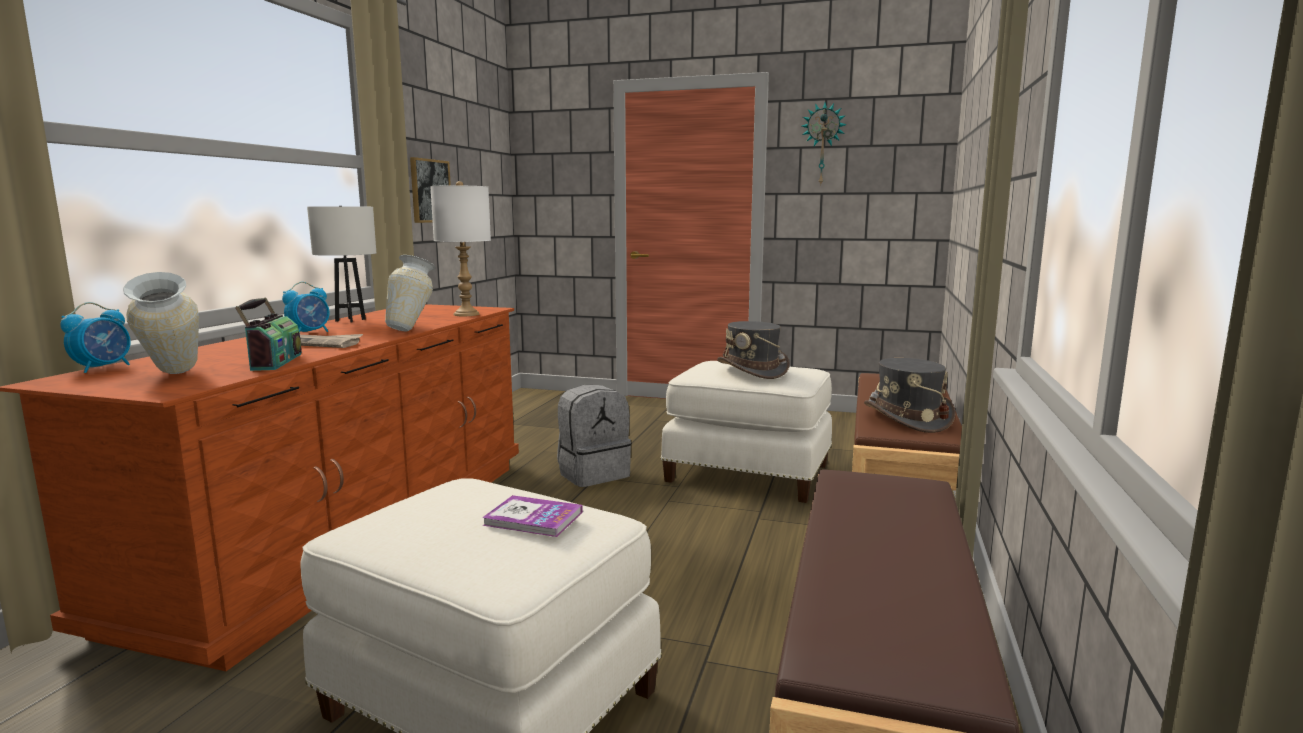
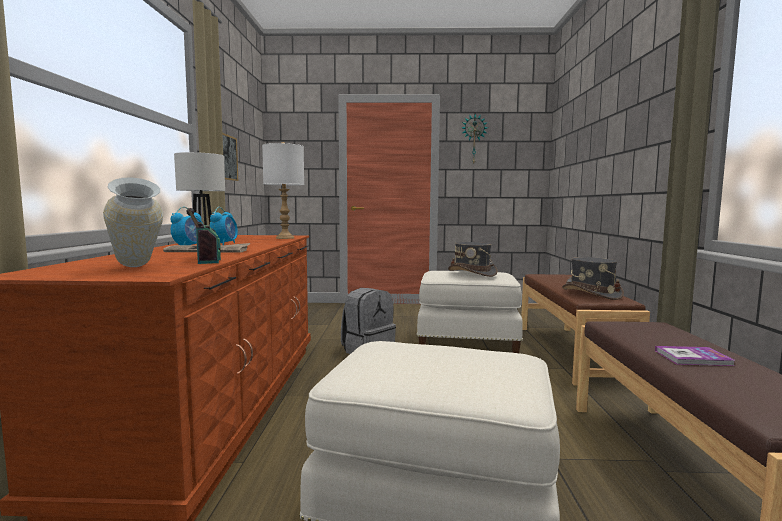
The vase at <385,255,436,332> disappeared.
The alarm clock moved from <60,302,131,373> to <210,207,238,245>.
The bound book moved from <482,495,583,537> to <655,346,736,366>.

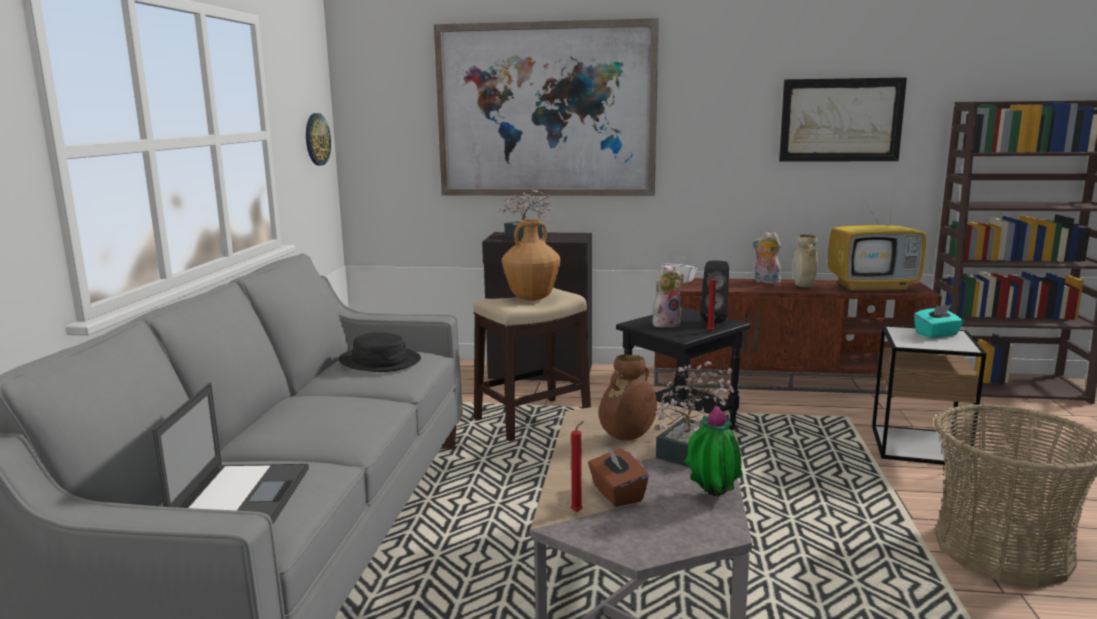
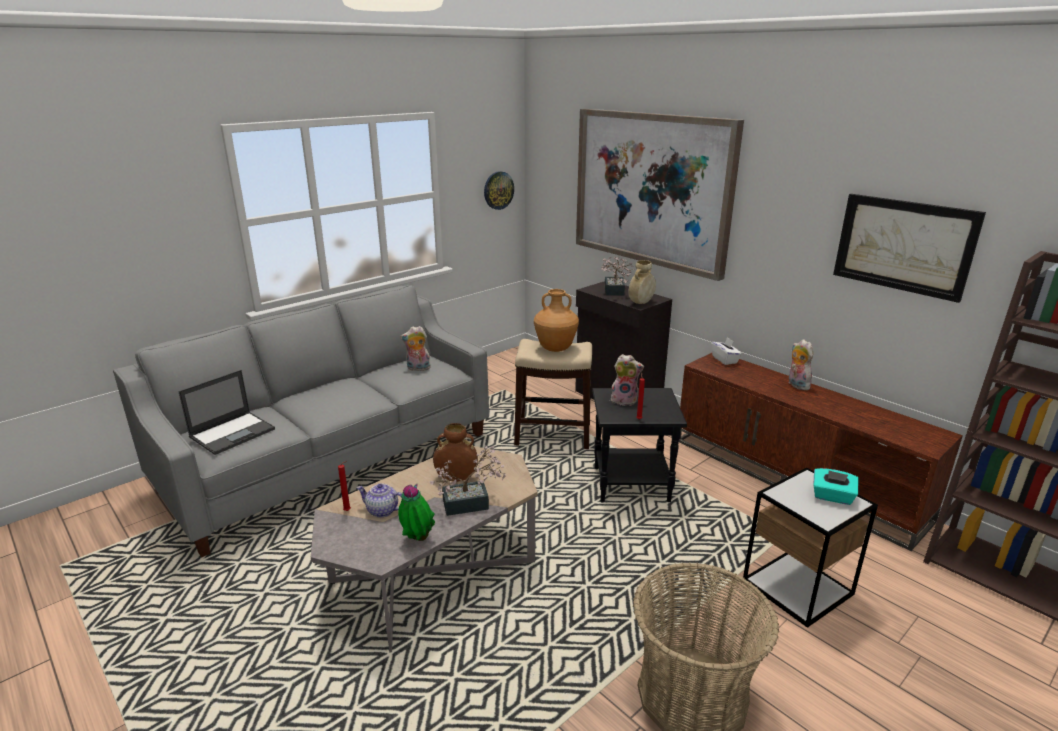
The black loudspeaker at <701,260,729,323> disappeared.
The TV set at <828,188,926,293> disappeared.
The beige-coloured vase moved from <793,234,818,287> to <628,260,656,304>.
The black hat at <338,332,421,372> was replaced by the plush toy at <400,326,431,371>.
The brownish tissue holder at <588,446,649,507> was replaced by the tea pot at <356,483,402,518>.

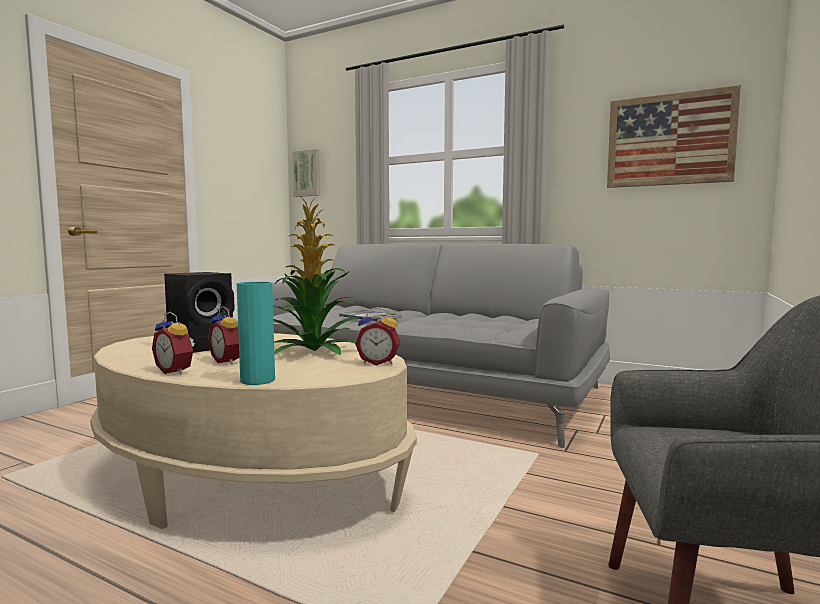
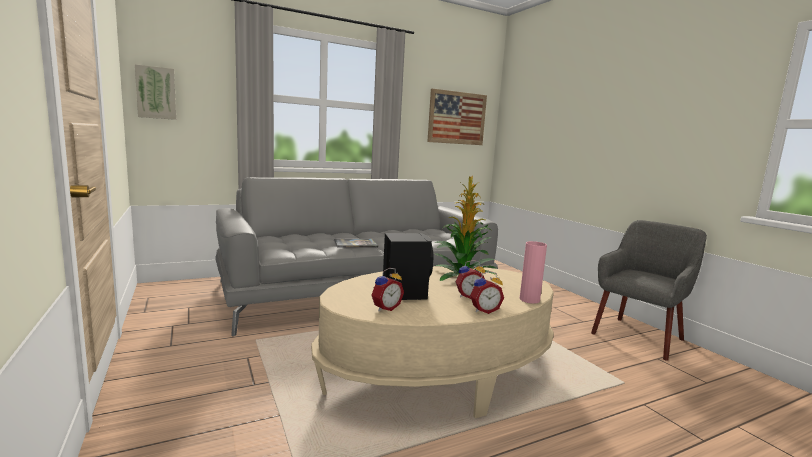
The alarm clock moved from <355,307,400,366> to <371,268,404,312>.
The blue-green vase at <237,282,275,385> became the pink-coloured vase at <520,241,547,304>.

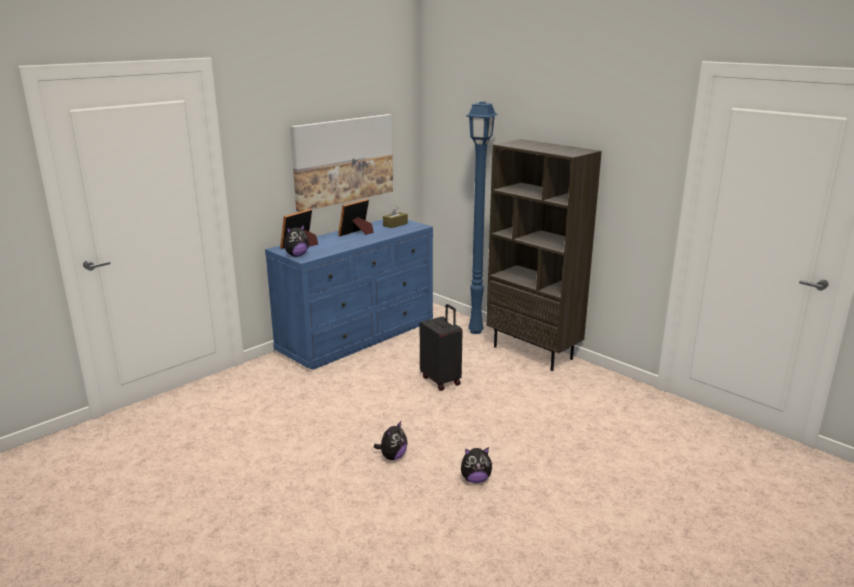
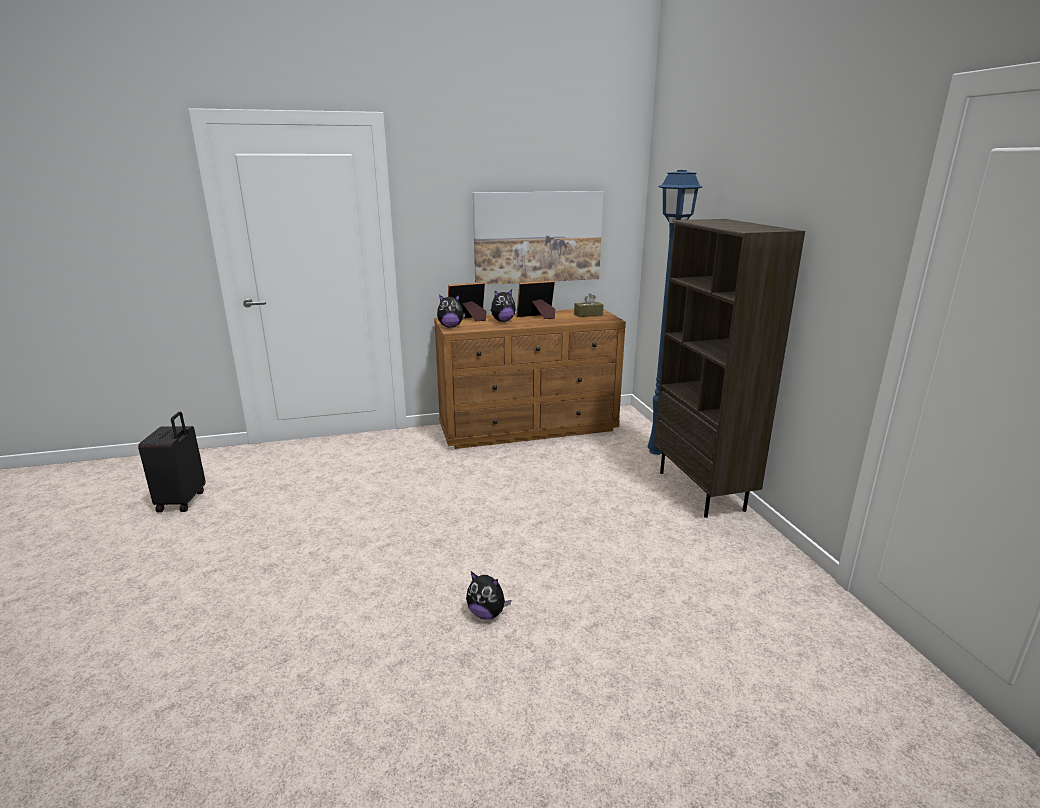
The plush toy moved from <374,421,408,460> to <491,289,516,322>.
The black suitcase moved from <420,304,463,391> to <138,412,206,512>.
The bluish drawer chest at <265,219,433,370> became the brownish drawer chest at <434,309,626,449>.

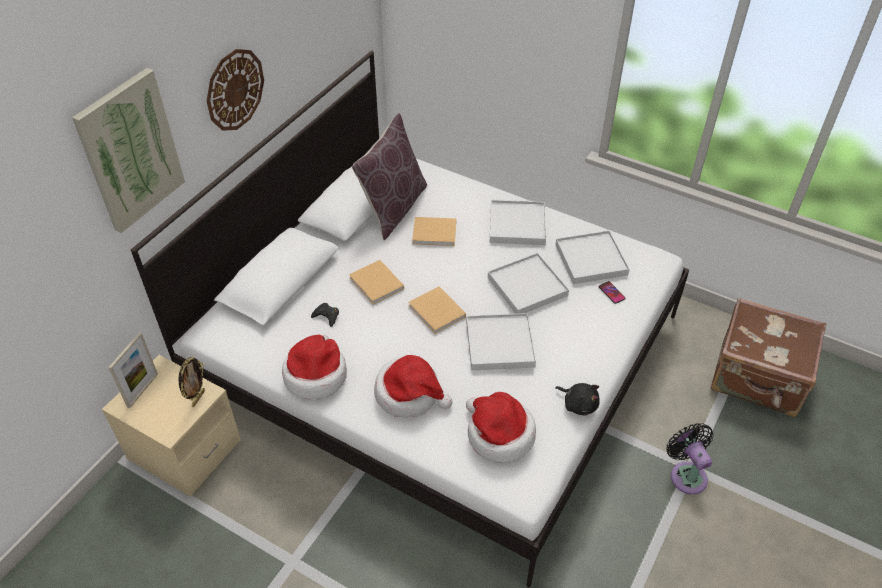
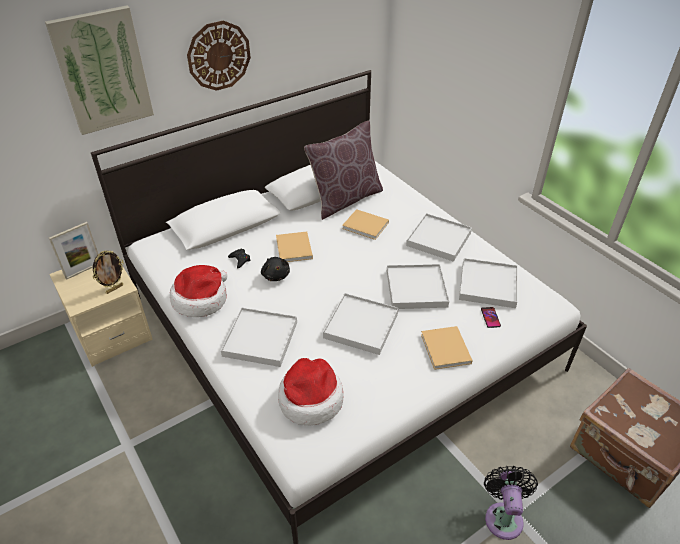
The beige-coloured bound book moved from <408,286,466,334> to <421,326,473,370>.
The black plush toy moved from <556,383,600,416> to <261,257,290,281>.
The hat at <374,355,453,418> was replaced by the white-coloured serving tray at <221,307,297,367>.

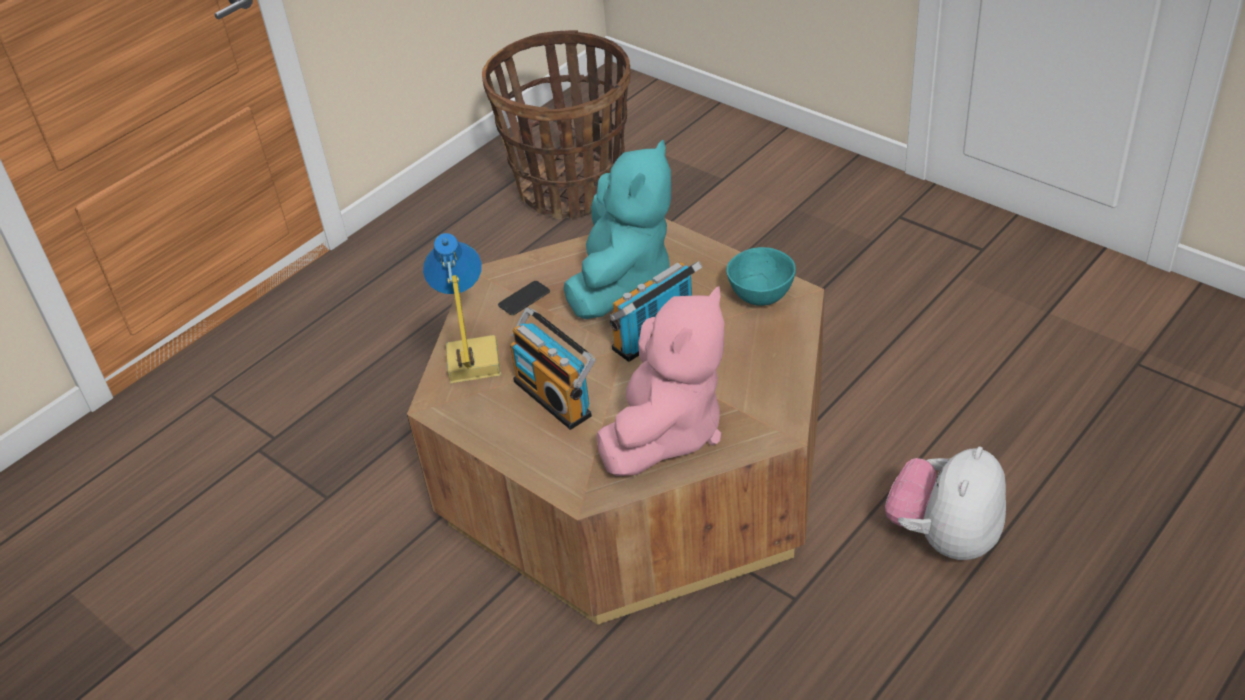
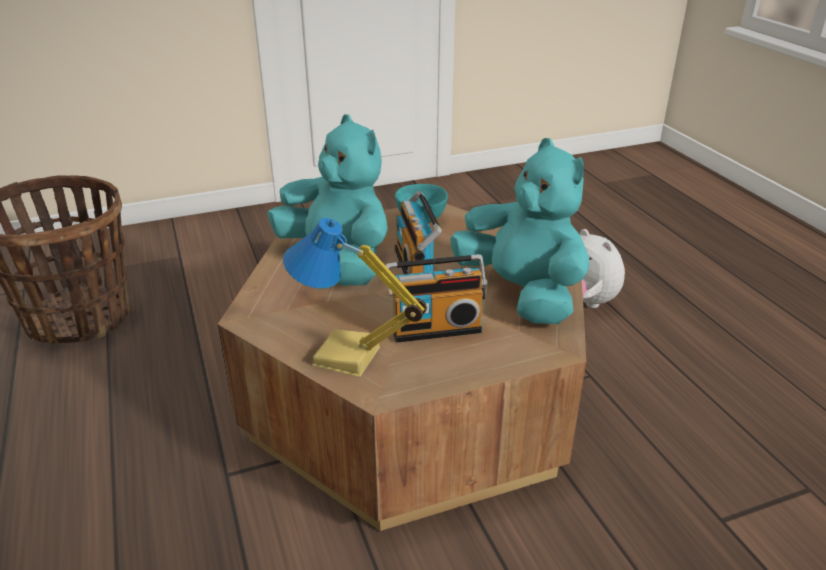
The telephone at <498,281,550,315> disappeared.
The pink-coloured plush toy at <596,286,724,476> became the blue-green plush toy at <450,138,589,324>.

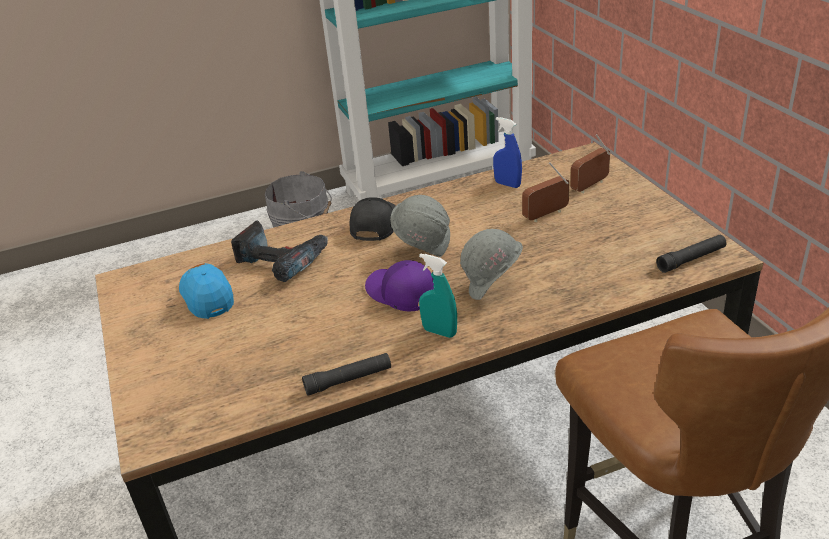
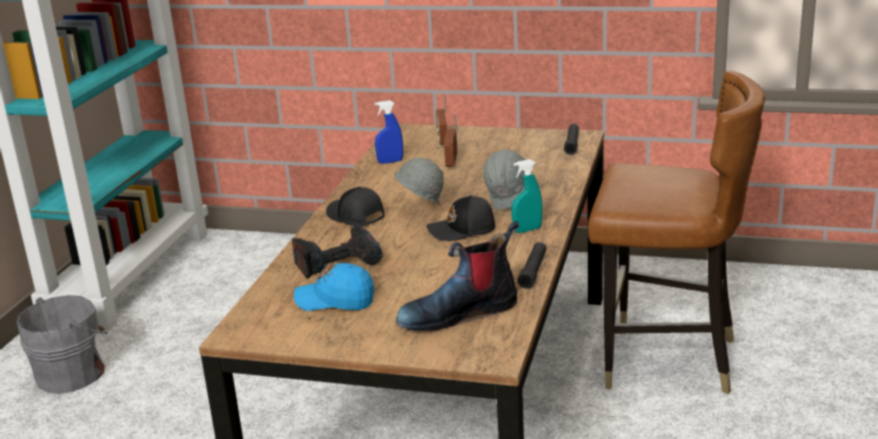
The high-top boot at <396,221,519,331> appeared.
The purple-coloured baseball cap at <365,260,434,311> became the black baseball cap at <427,195,495,241>.

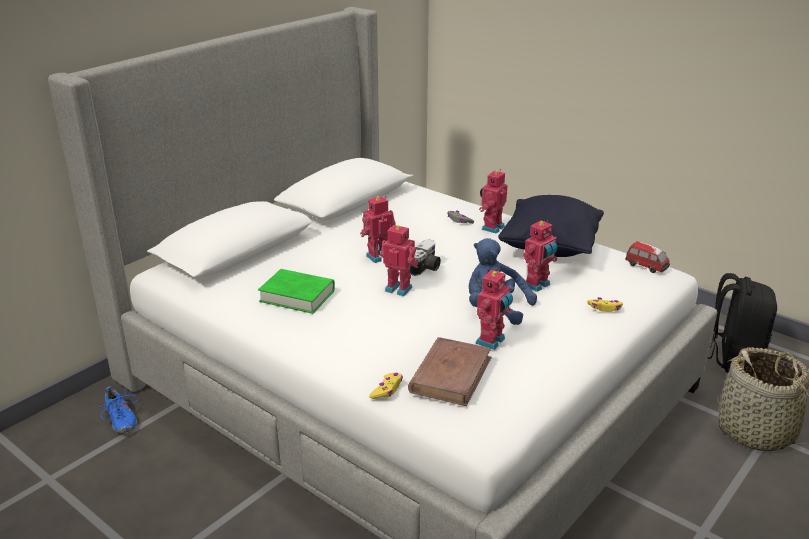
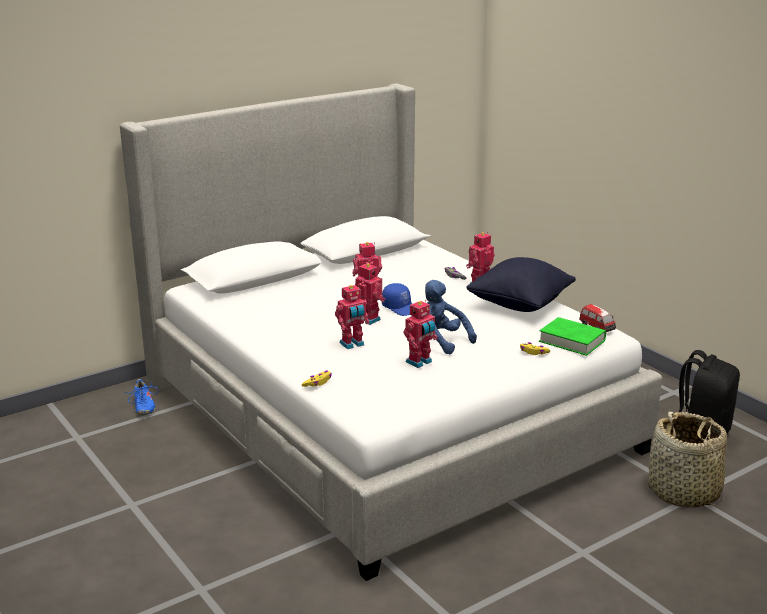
The brownish bound book at <408,337,492,406> disappeared.
The greenish bound book moved from <258,269,335,314> to <539,317,606,356>.
The robot figure moved from <523,220,557,292> to <335,285,369,349>.
The photo camera at <409,239,441,276> was replaced by the bluish baseball cap at <382,283,413,316>.

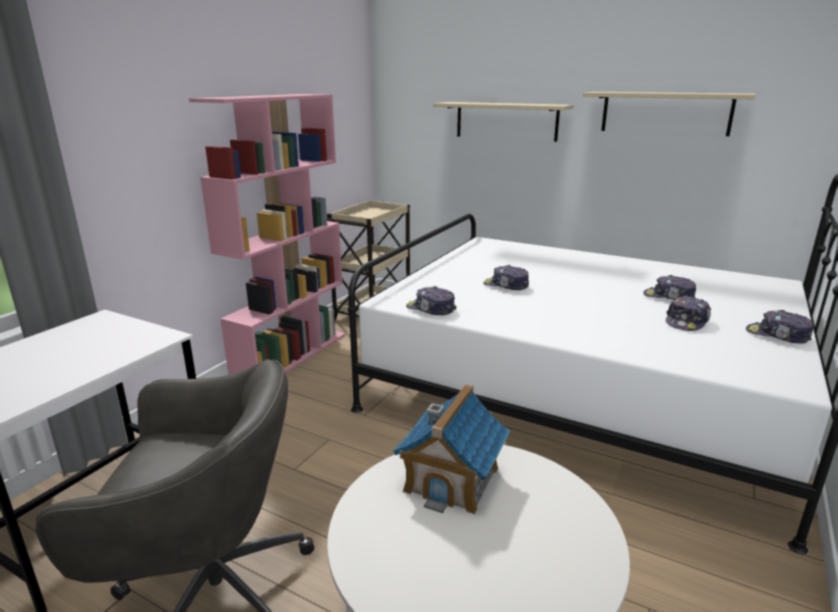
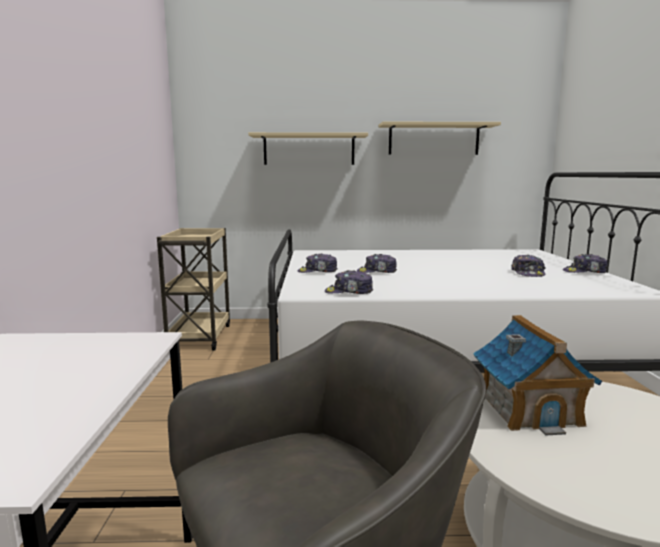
The pink-coloured shelving unit at <189,94,345,375> disappeared.
The baseball cap moved from <643,275,696,300> to <298,254,337,273>.

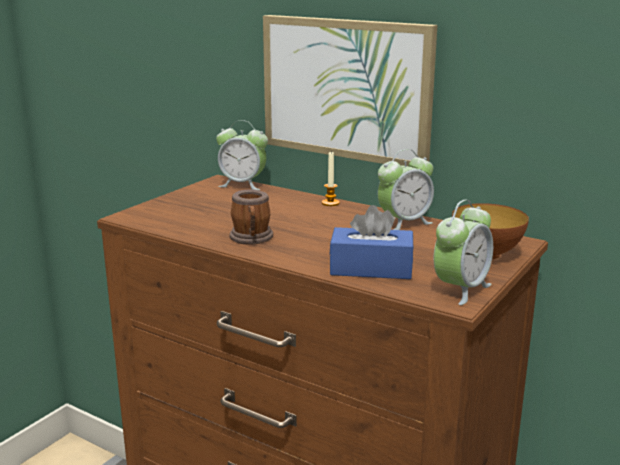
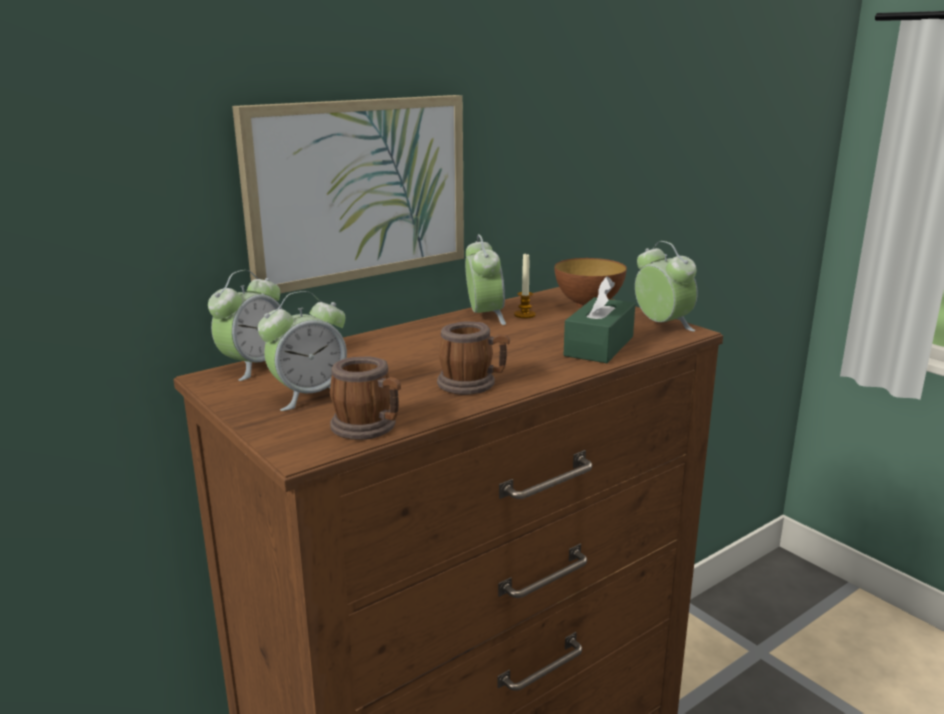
The alarm clock at <258,291,347,411> appeared.
The coffee mug at <330,356,401,440> appeared.
The wax light moved from <322,152,340,206> to <514,254,536,318>.
The bluish tissue holder at <329,205,414,279> became the greenish tissue holder at <564,276,635,363>.

